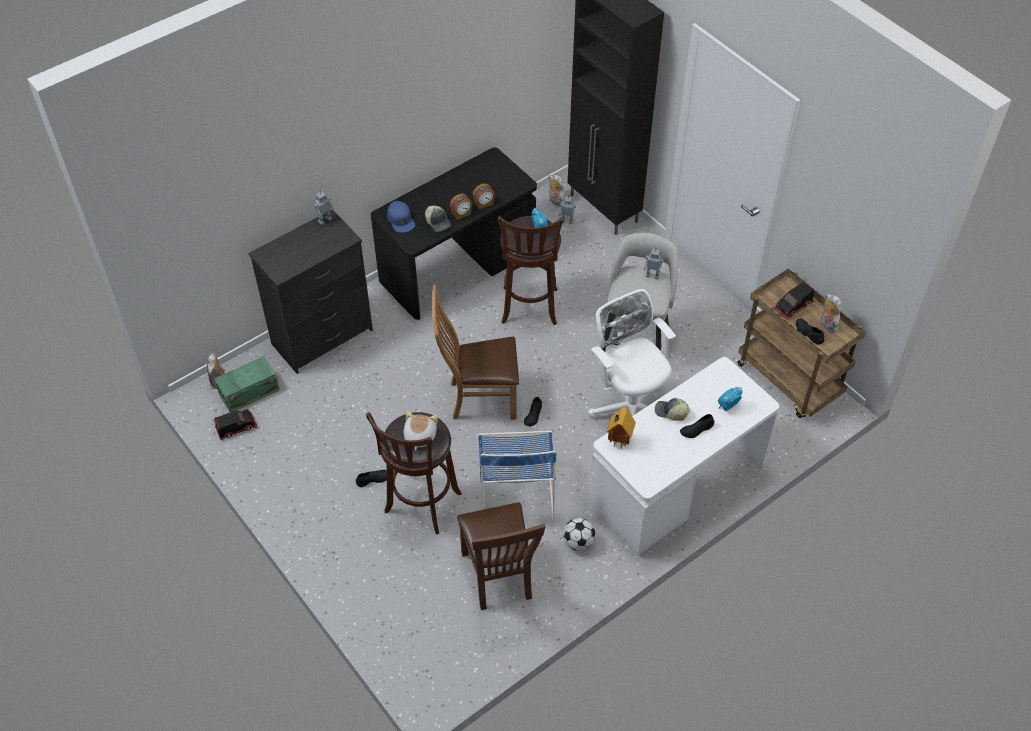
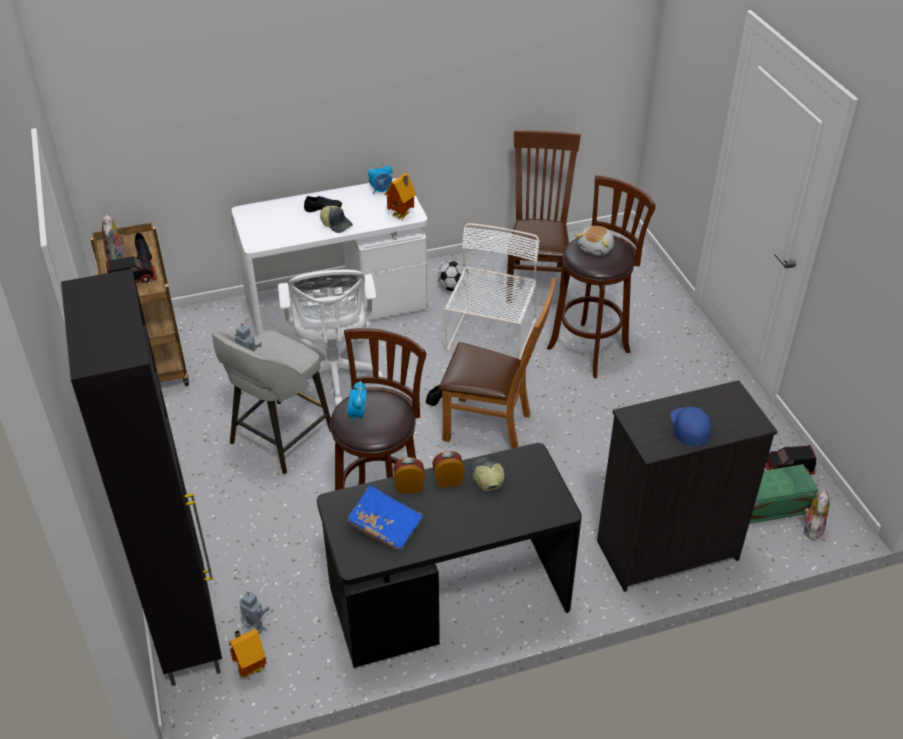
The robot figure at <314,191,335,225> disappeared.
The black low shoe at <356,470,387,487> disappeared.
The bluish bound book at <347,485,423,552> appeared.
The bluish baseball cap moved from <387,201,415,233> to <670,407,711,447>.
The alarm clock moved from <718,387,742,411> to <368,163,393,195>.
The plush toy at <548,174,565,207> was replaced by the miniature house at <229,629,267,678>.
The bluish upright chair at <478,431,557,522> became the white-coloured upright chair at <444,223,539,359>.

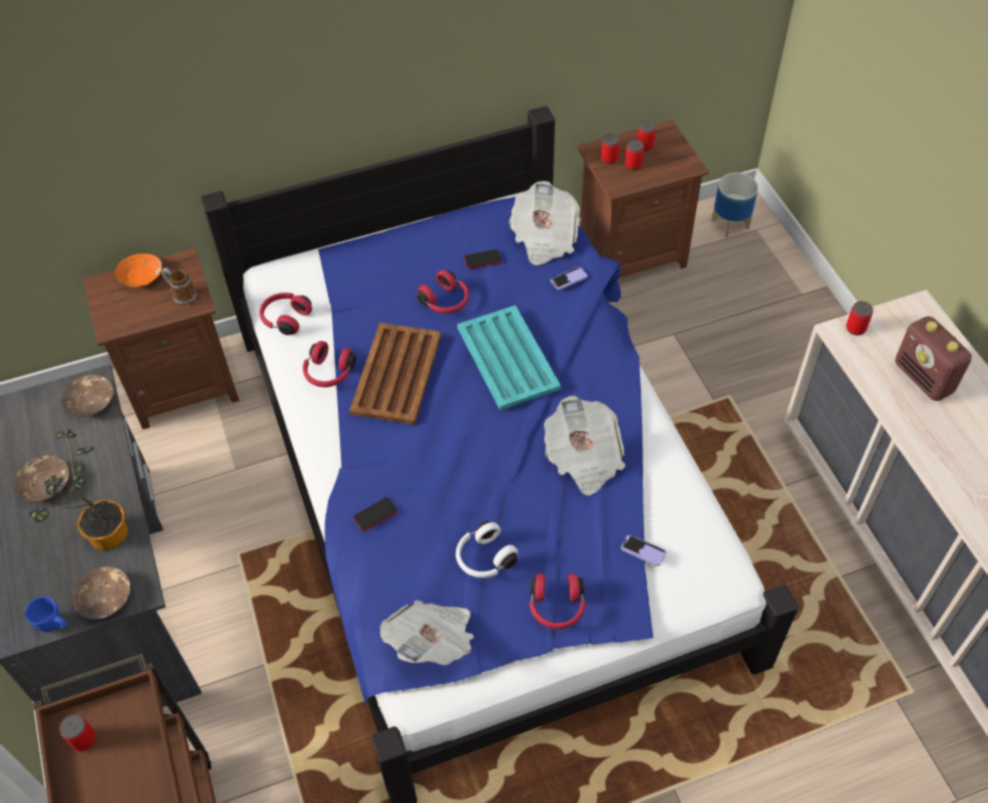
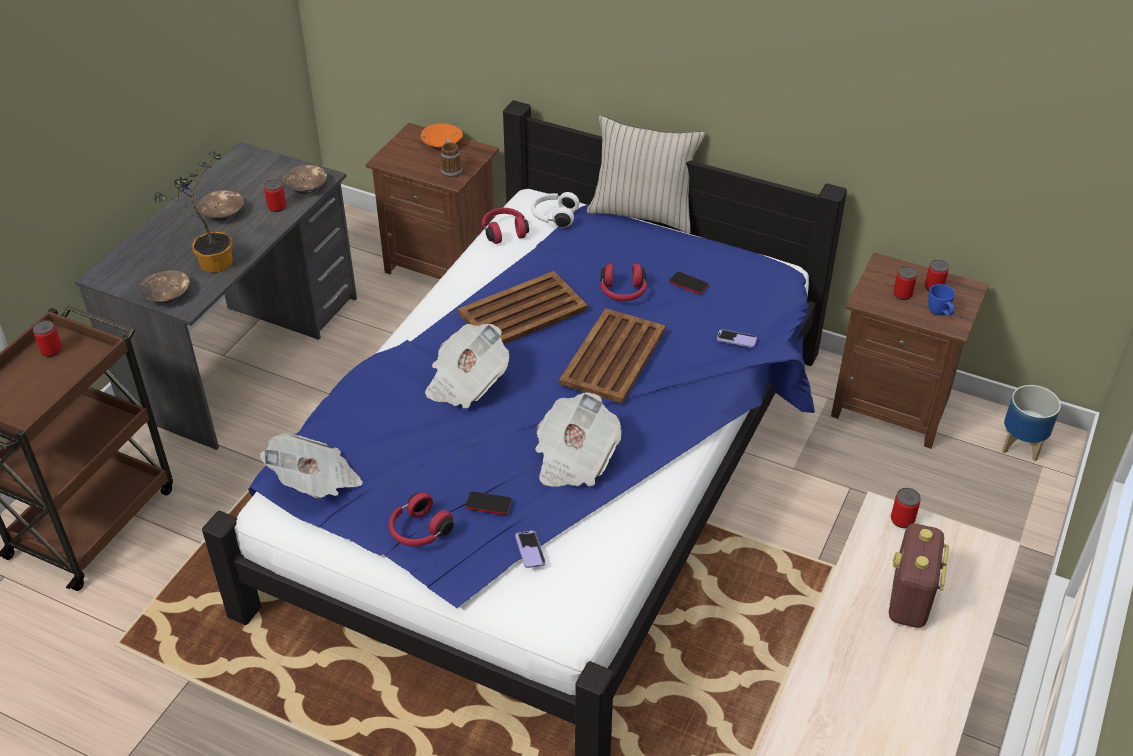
The red-coloured headphones at <303,341,356,387> disappeared.
The beige-coloured throw pillow at <587,115,705,234> appeared.
The bluish coffee mug moved from <25,597,68,632> to <928,284,955,315>.
The telephone moved from <353,497,398,531> to <465,491,512,515>.
The white-coloured headphones moved from <456,521,518,578> to <531,192,580,228>.
The daily paper moved from <509,181,580,265> to <425,324,509,408>.
The can moved from <601,134,620,164> to <264,179,286,212>.
The blue-green serving tray at <457,305,561,410> became the brownish serving tray at <559,308,666,404>.

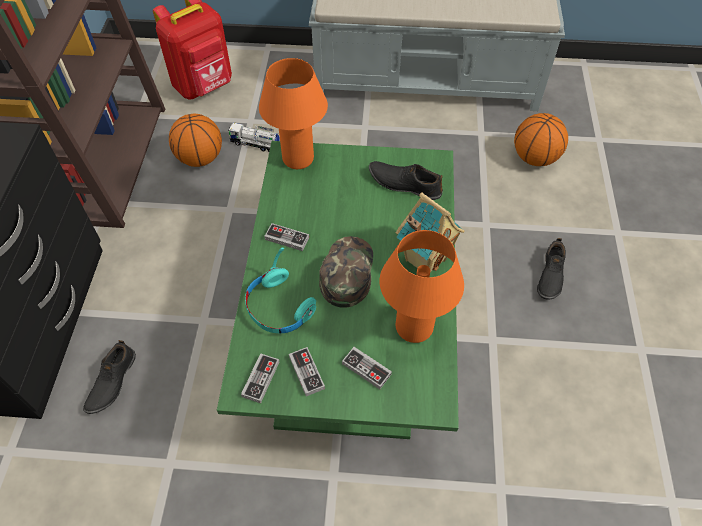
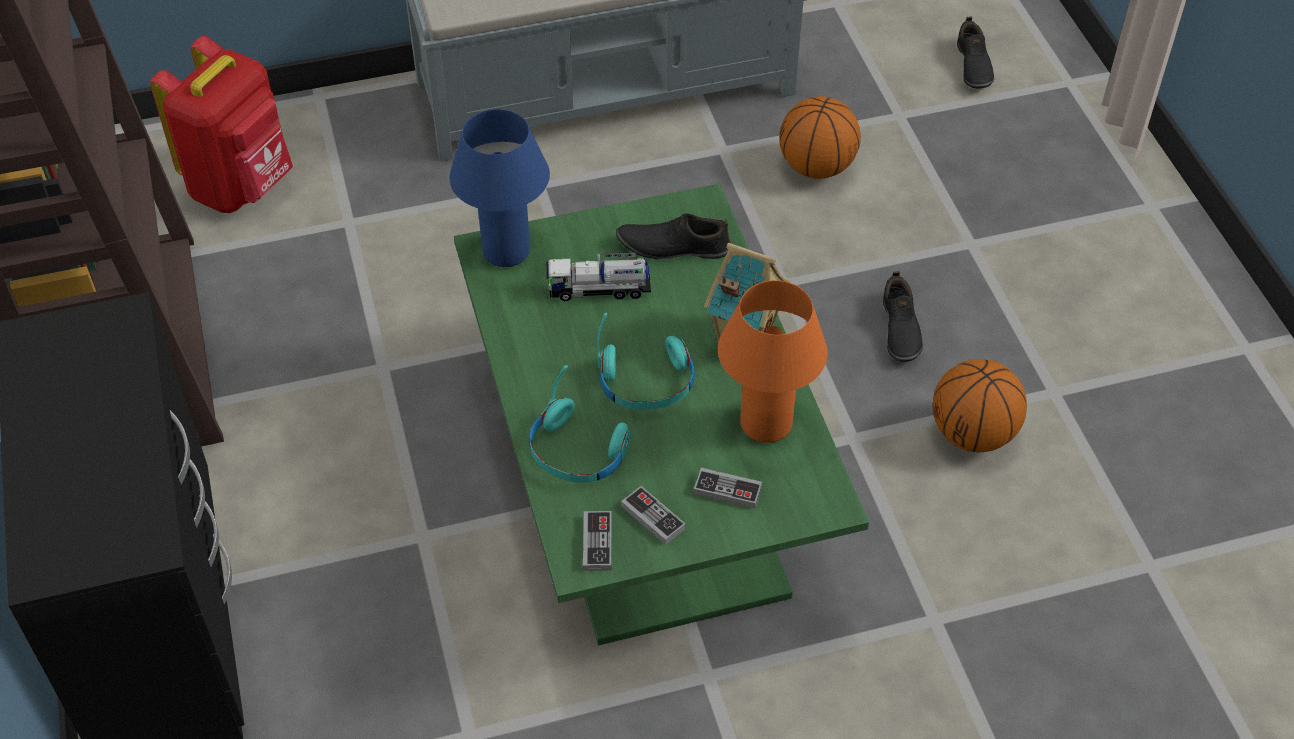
The gamepad at <264,223,309,251> disappeared.
The black low shoe moved from <83,340,136,414> to <957,17,994,88>.
The ball for basketball moved from <169,114,222,167> to <933,359,1027,452>.
The toy truck moved from <228,122,280,152> to <546,253,651,301>.
The greenish baseball cap at <319,236,373,308> was replaced by the blue-green headphones at <597,313,695,410>.
The orange tabletop lamp at <259,58,328,169> became the bluish tabletop lamp at <449,109,550,267>.

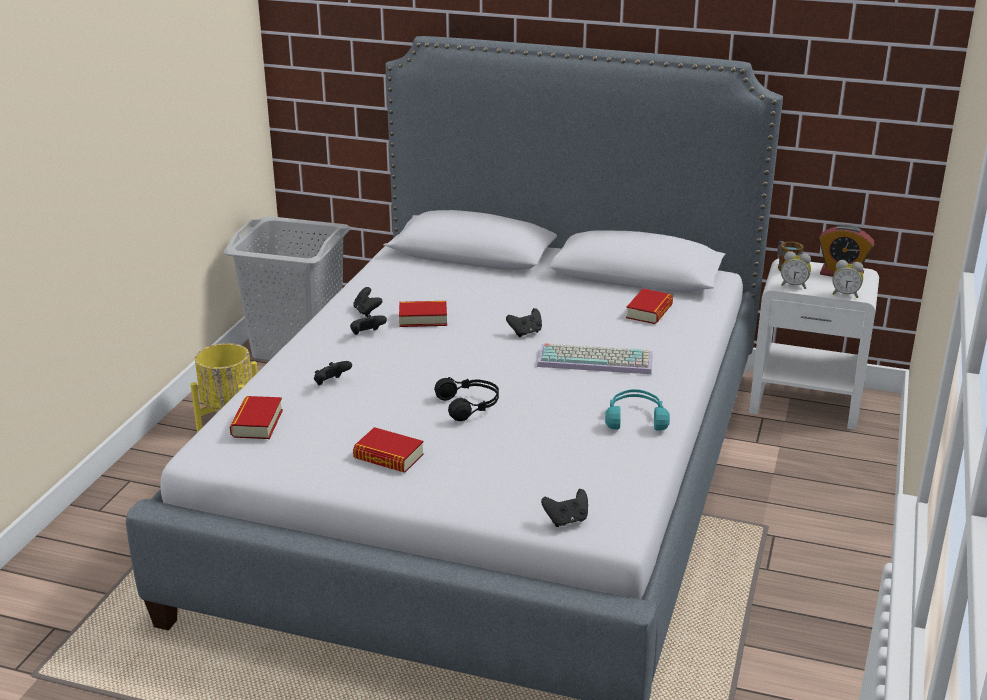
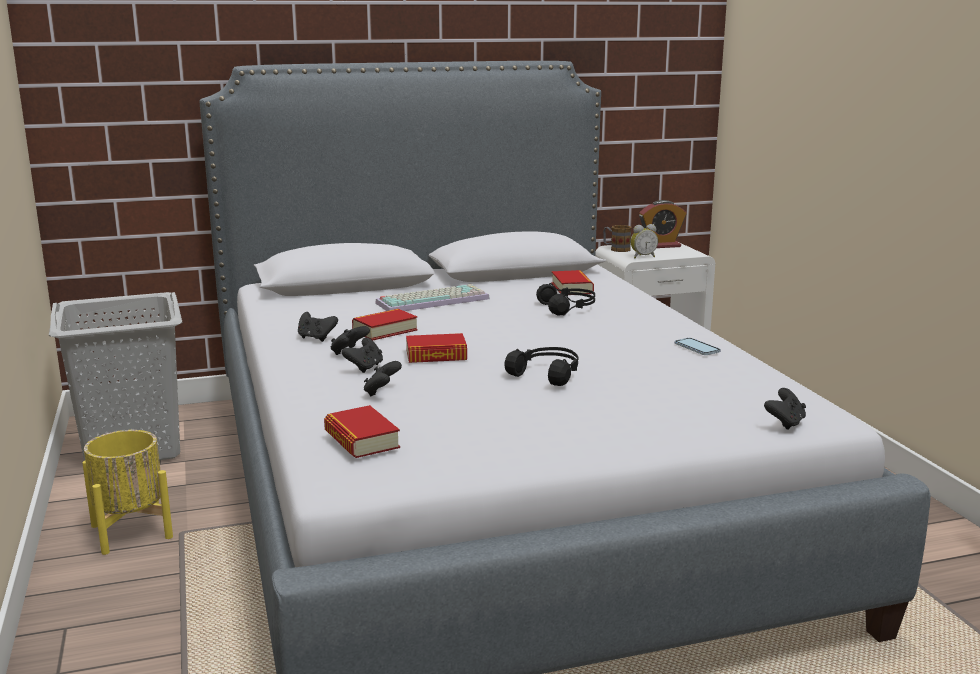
The alarm clock at <832,260,863,298> disappeared.
The black headphones at <536,283,595,316> appeared.
The bound book moved from <353,427,424,473> to <406,333,467,363>.
The black gamepad moved from <506,308,542,337> to <342,338,383,373>.
The keyboard moved from <537,343,652,374> to <375,284,490,311>.
The blue-green headphones at <605,389,670,431> was replaced by the telephone at <674,338,721,355>.

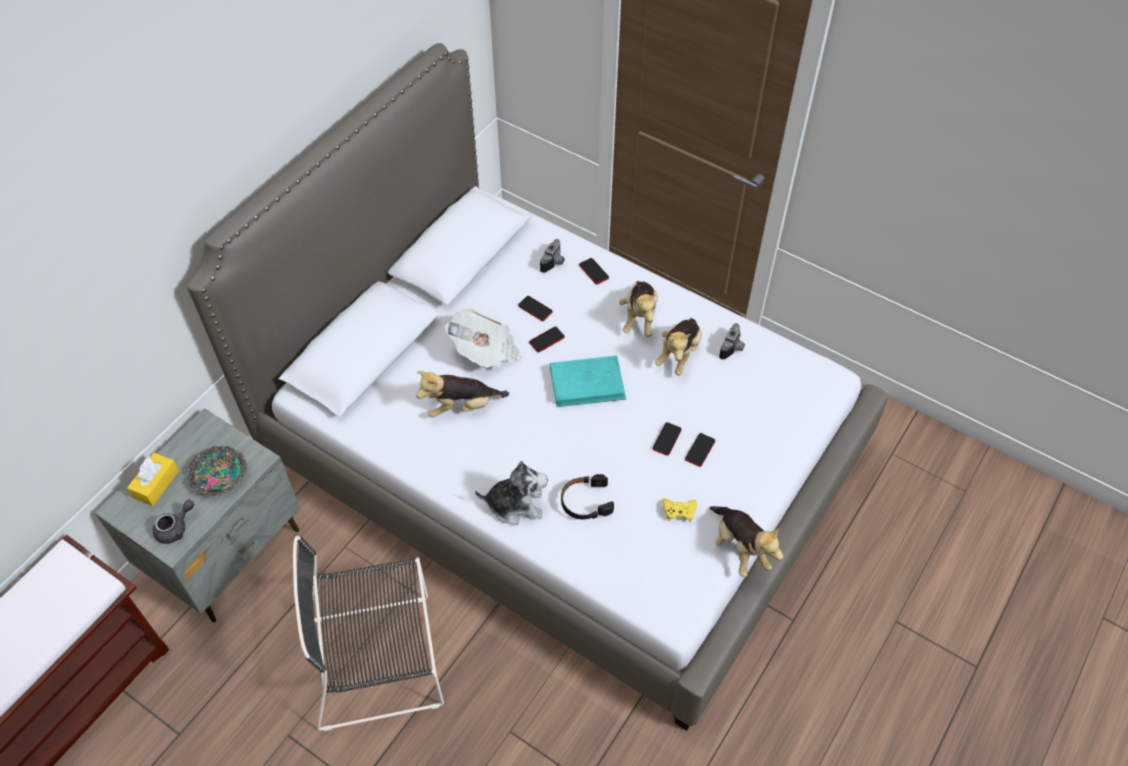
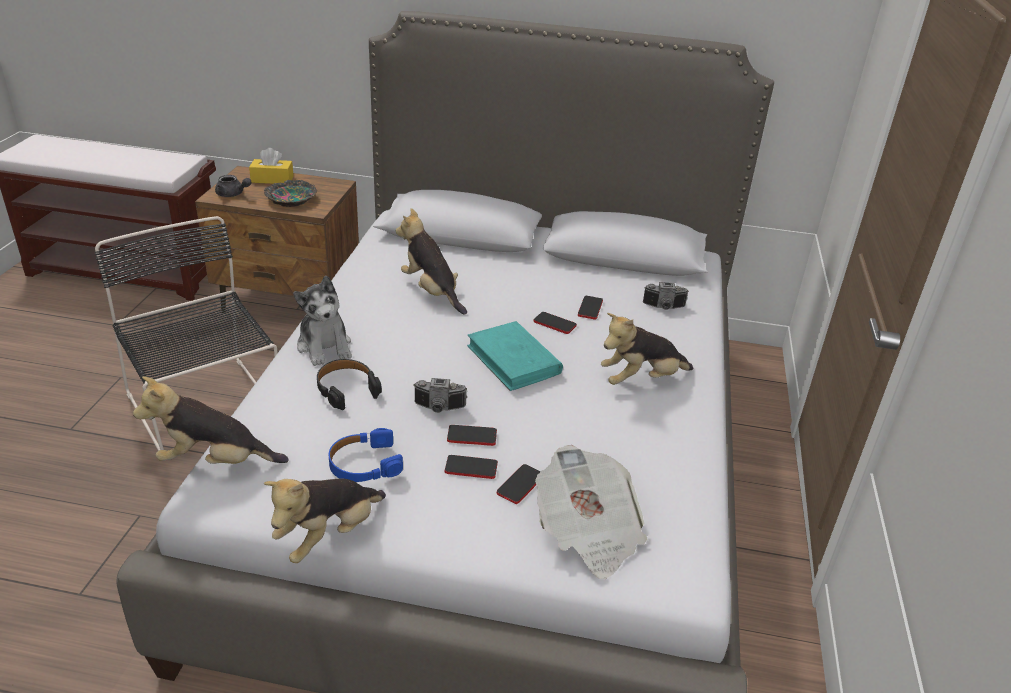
The daily paper moved from <445,309,522,368> to <535,445,648,579>.
The telephone moved from <579,258,609,285> to <497,464,541,504>.
The plush toy moved from <655,318,702,376> to <133,376,289,464>.
The photo camera moved from <719,323,745,360> to <413,378,468,413>.
The yellowish gamepad at <662,498,697,522> was replaced by the bluish headphones at <329,428,403,482>.
The gray nightstand at <95,408,300,623> became the brownish nightstand at <195,166,359,313>.

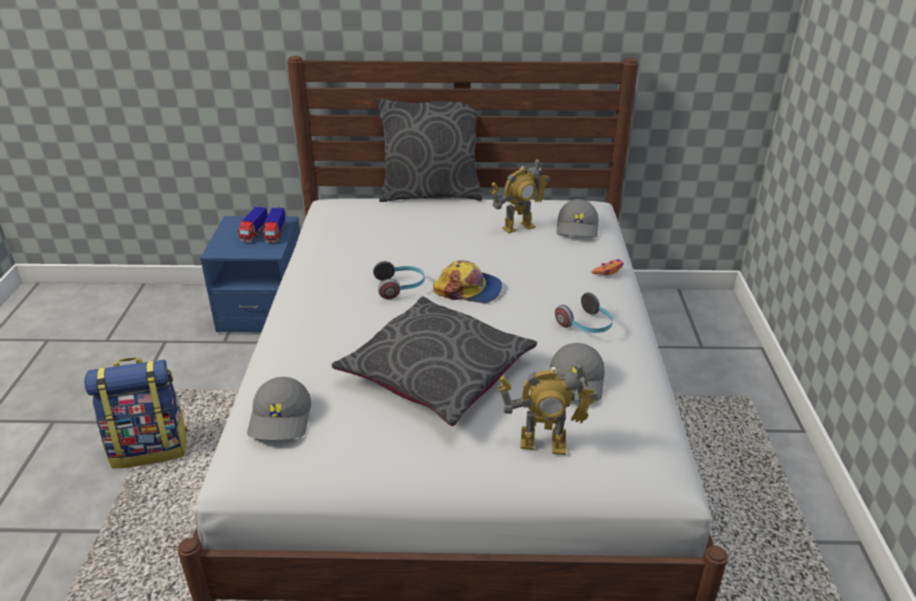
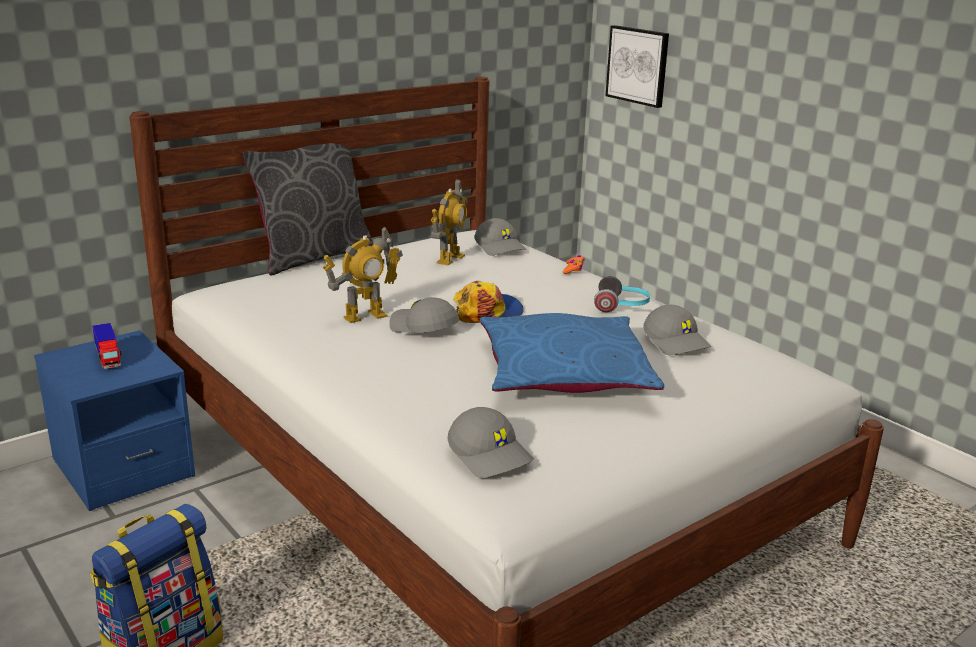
The toy truck at <262,208,286,242> disappeared.
The wall art at <605,25,669,108> appeared.
The robot figure moved from <498,364,598,455> to <323,226,403,323>.
The headphones at <373,261,425,299> was replaced by the gray baseball cap at <389,297,459,333>.
The gray throw pillow at <331,296,537,426> became the bluish throw pillow at <480,313,664,393>.

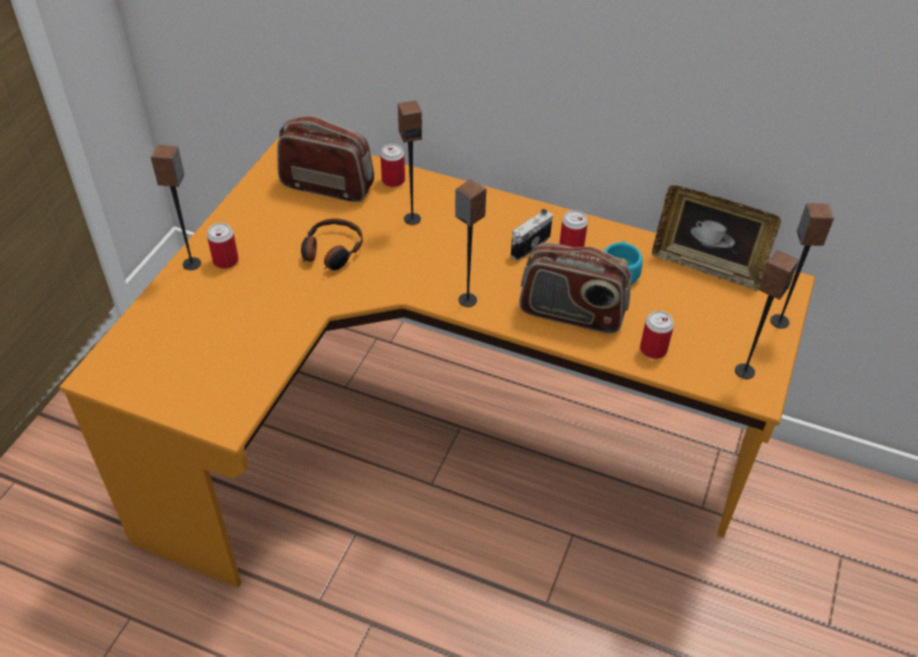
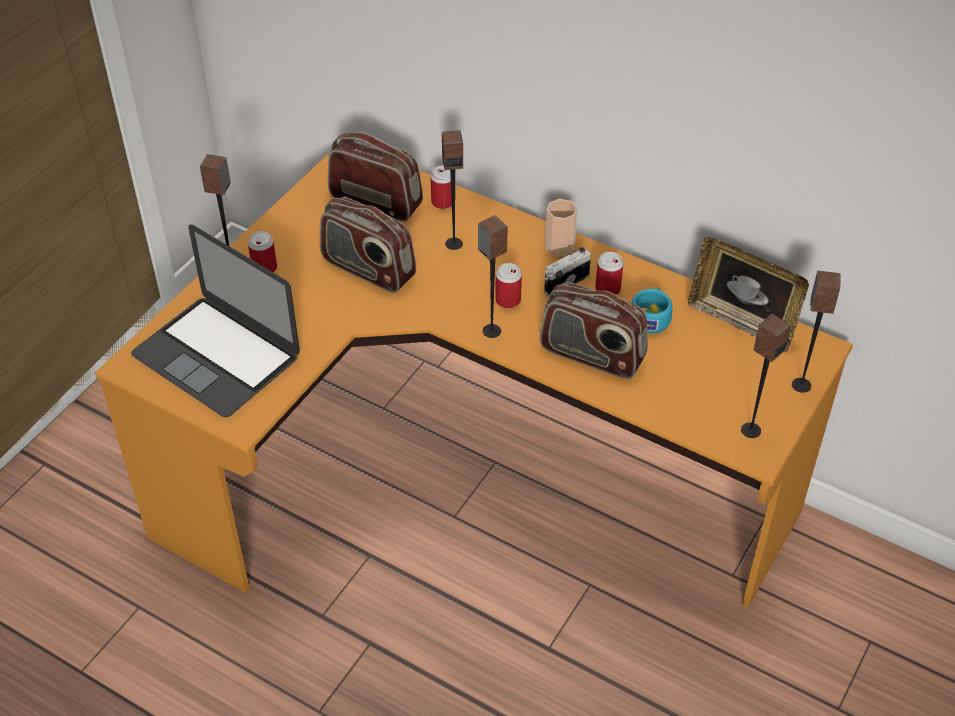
The portable computer at <131,224,300,417> appeared.
The cup at <545,199,577,257> appeared.
The can moved from <640,311,674,359> to <495,263,522,308>.
The headphones at <301,218,363,270> was replaced by the radio receiver at <320,197,416,293>.

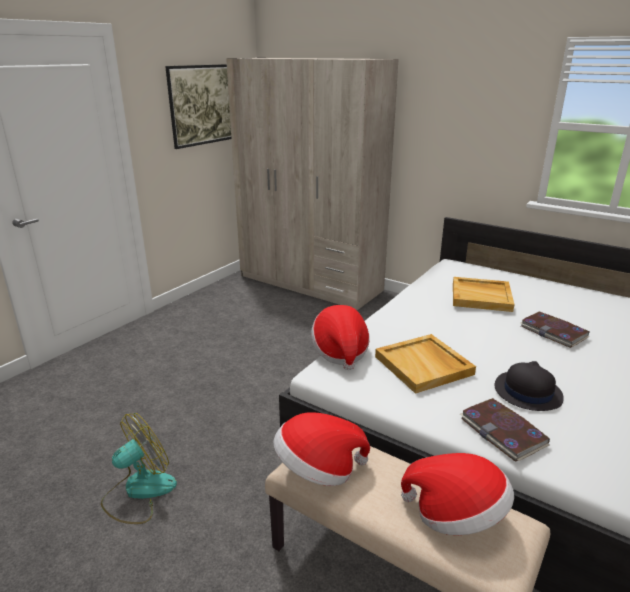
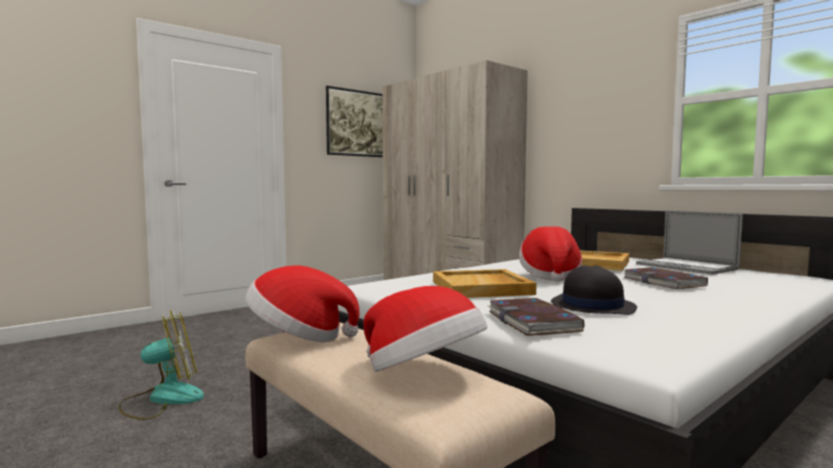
The portable computer at <636,211,743,275> appeared.
The hat moved from <311,305,369,370> to <519,226,582,281>.

